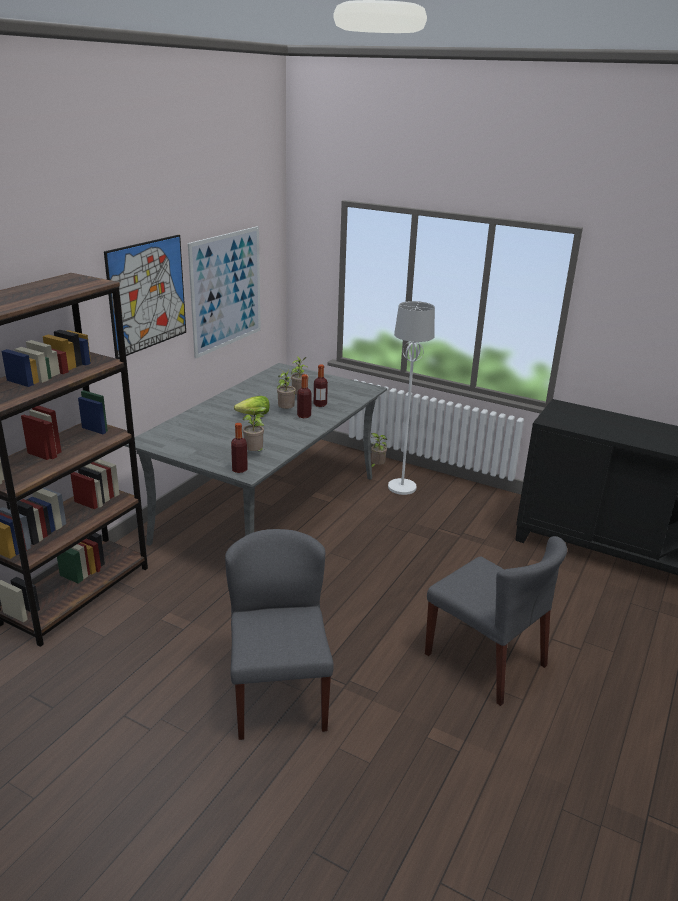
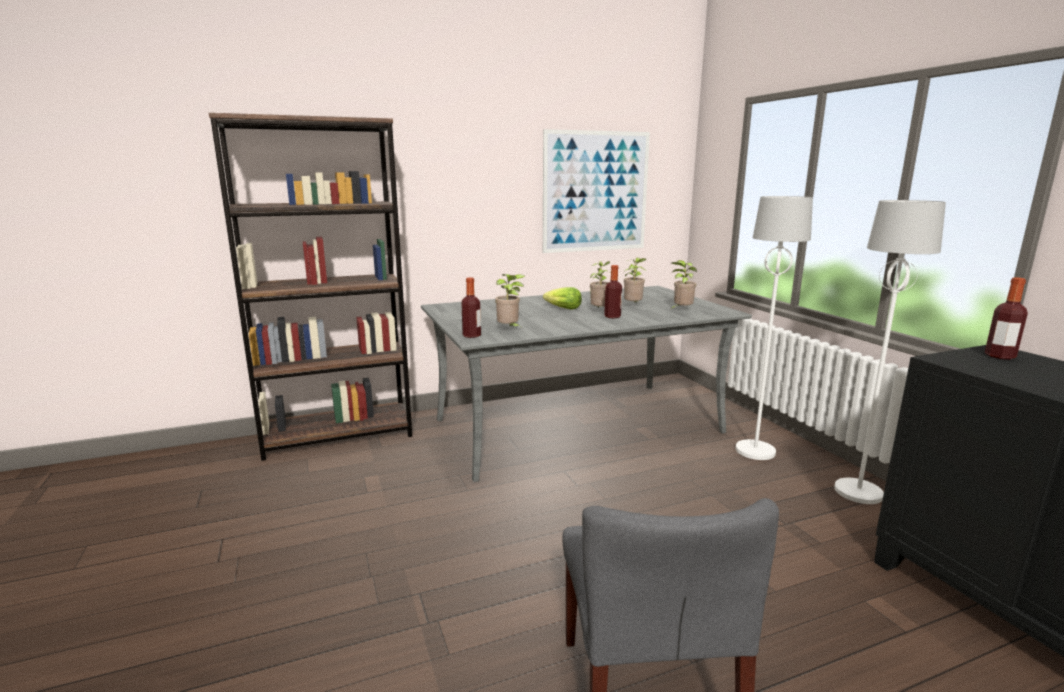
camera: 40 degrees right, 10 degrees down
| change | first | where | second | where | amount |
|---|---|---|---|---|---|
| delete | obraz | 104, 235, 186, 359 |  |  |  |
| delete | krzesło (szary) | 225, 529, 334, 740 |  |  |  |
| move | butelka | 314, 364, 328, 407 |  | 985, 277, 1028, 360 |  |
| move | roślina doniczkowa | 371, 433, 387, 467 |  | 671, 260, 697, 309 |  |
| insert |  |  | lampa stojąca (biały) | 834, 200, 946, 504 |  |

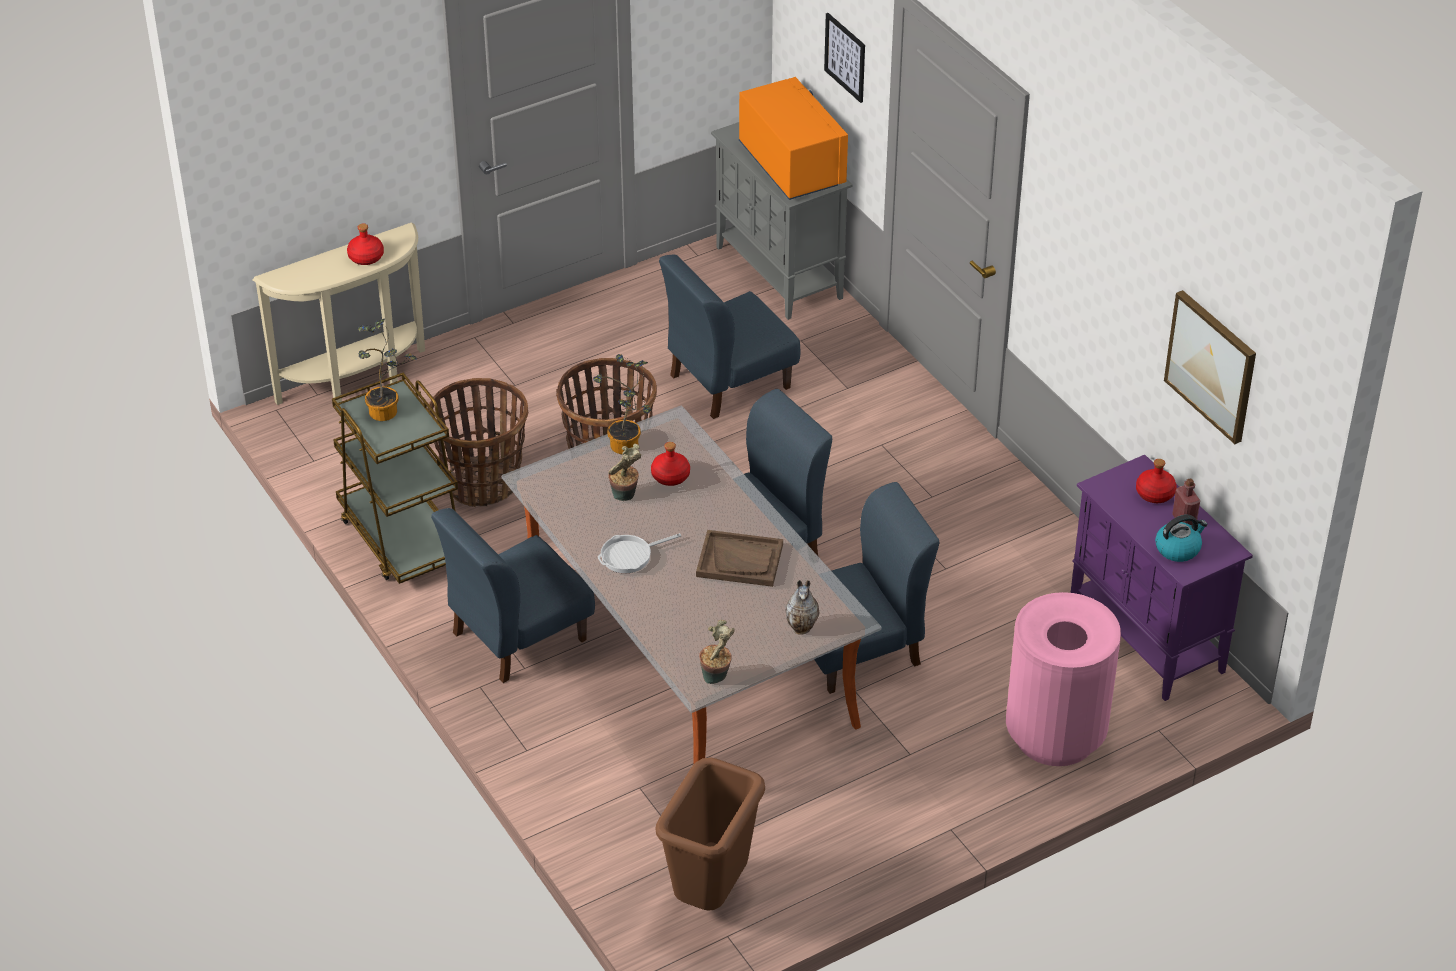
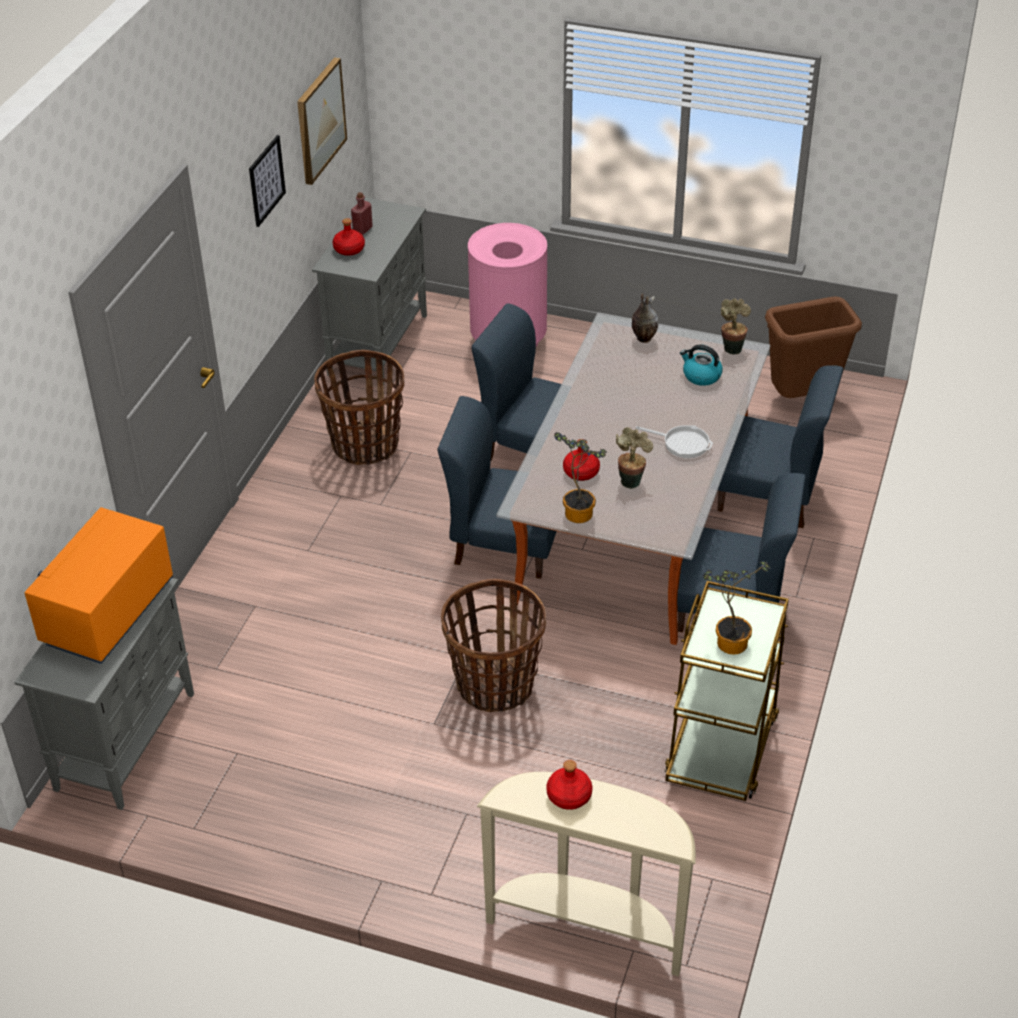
camera: 130 degrees left, 0 degrees up
| change | first | where | second | where | amount |
|---|---|---|---|---|---|
| move | koszyk | 428, 378, 529, 507 |  | 314, 350, 404, 465 |  |
| move | krzesło (niebieski) | 659, 254, 801, 419 |  | 717, 365, 844, 528 |  |
| delete | taca (brązowy) | 696, 530, 783, 587 |  |  |  |
| move | obraz | 824, 13, 865, 103 |  | 249, 135, 286, 227 |  |
| recolor | szafka (fioletowy) | 1071, 455, 1253, 701 | szafka (szary) | 312, 198, 427, 386 |  |
| move | czajnik | 1155, 515, 1207, 562 |  | 680, 344, 722, 386 |  |

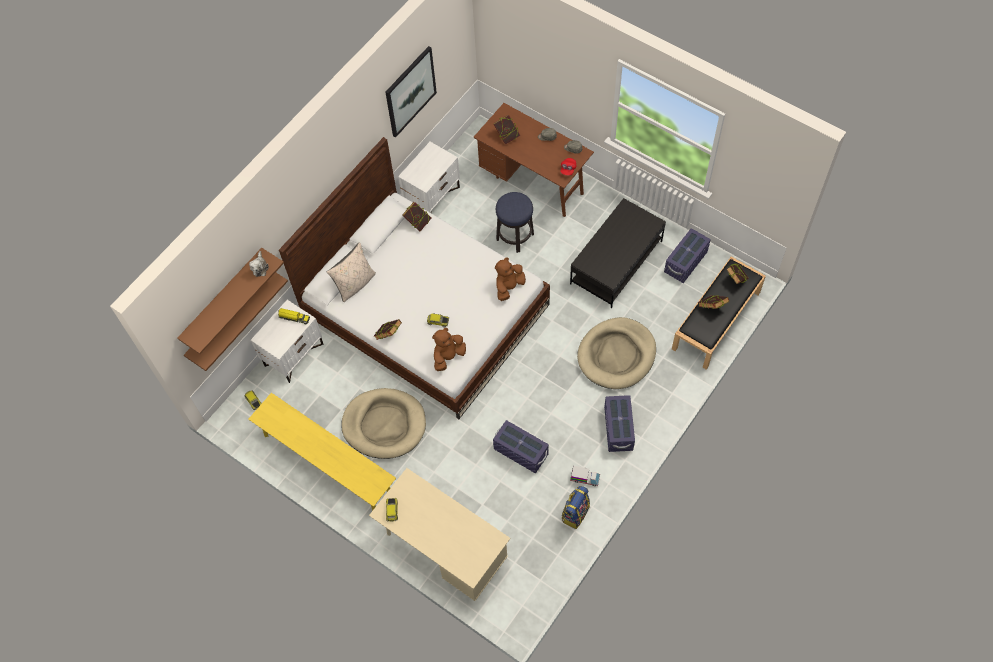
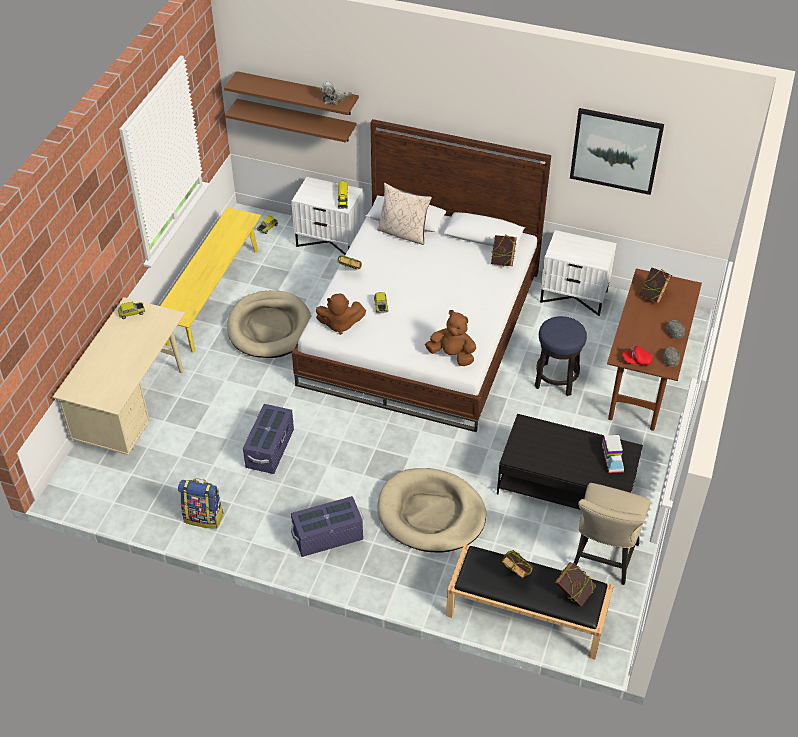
camera: 70 degrees right, 15 degrees down
| change | first | where | second | where | amount |
|---|---|---|---|---|---|
| rotate | pluszak (brązowy) | 432, 328, 466, 371 |  | 315, 294, 366, 335 | 150 degrees clockwise |
| move | ciężarówka zabawkowa | 570, 466, 600, 486 |  | 602, 435, 624, 473 |  |
| replace | pojemnik do przechowywania (fioletowy) | 664, 228, 711, 283 | krzesło (beżowy) | 573, 483, 650, 585 |  |

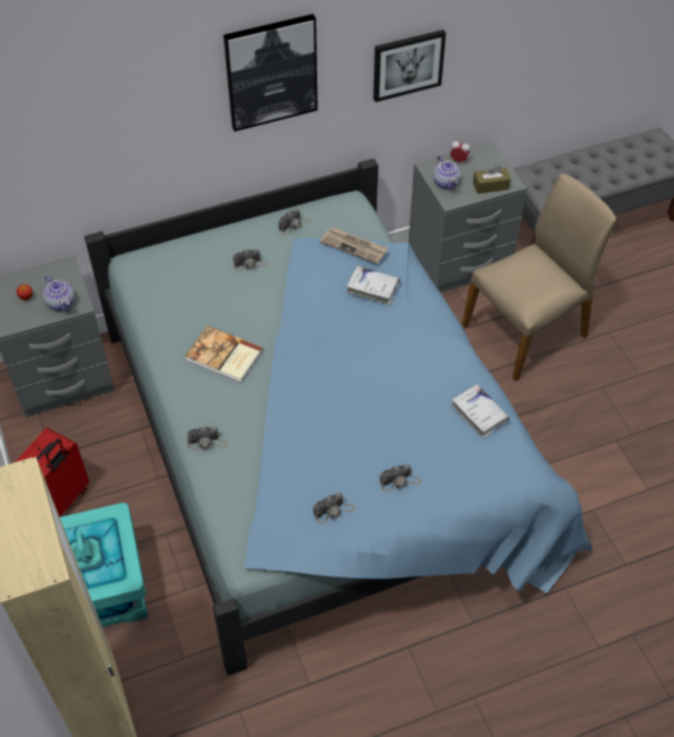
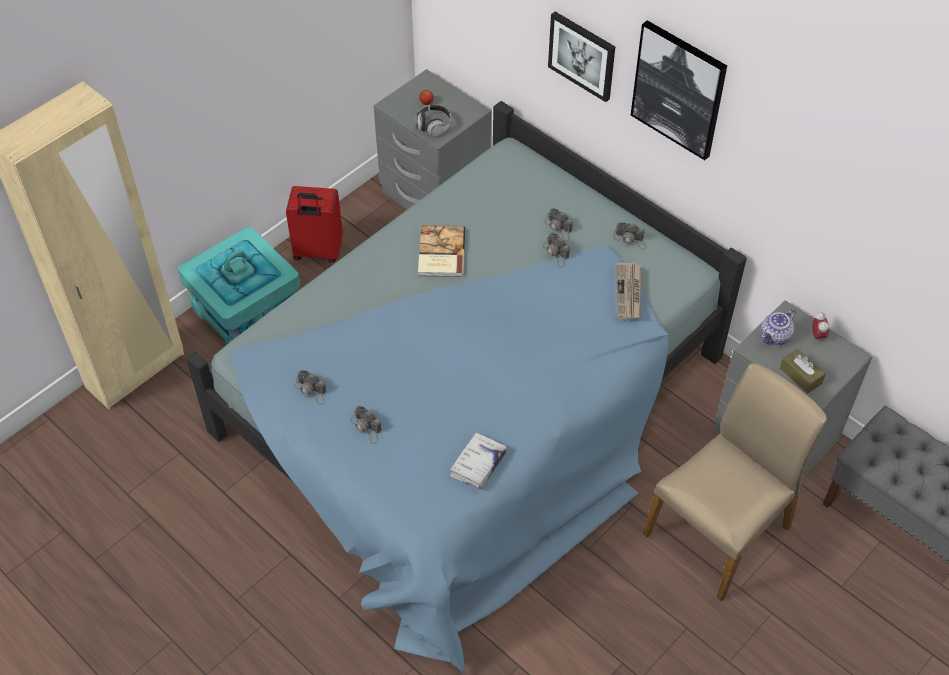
camera: 65 degrees right, 0 degrees up
| change | first | where | second | where | amount |
|---|---|---|---|---|---|
| replace | imbryk | 43, 275, 75, 311 | słuchawki | 416, 105, 451, 137 |  |
| move | aparat fotograficzny | 187, 426, 227, 450 |  | 543, 232, 570, 267 |  |
| delete | książka (biały) | 346, 266, 400, 305 |  |  |  |
| move | obraz | 373, 30, 446, 102 |  | 548, 12, 615, 102 |  |
| rotate | krzesło (beżowy) | 462, 174, 616, 381 |  | 643, 363, 827, 601 | 75 degrees counterclockwise |

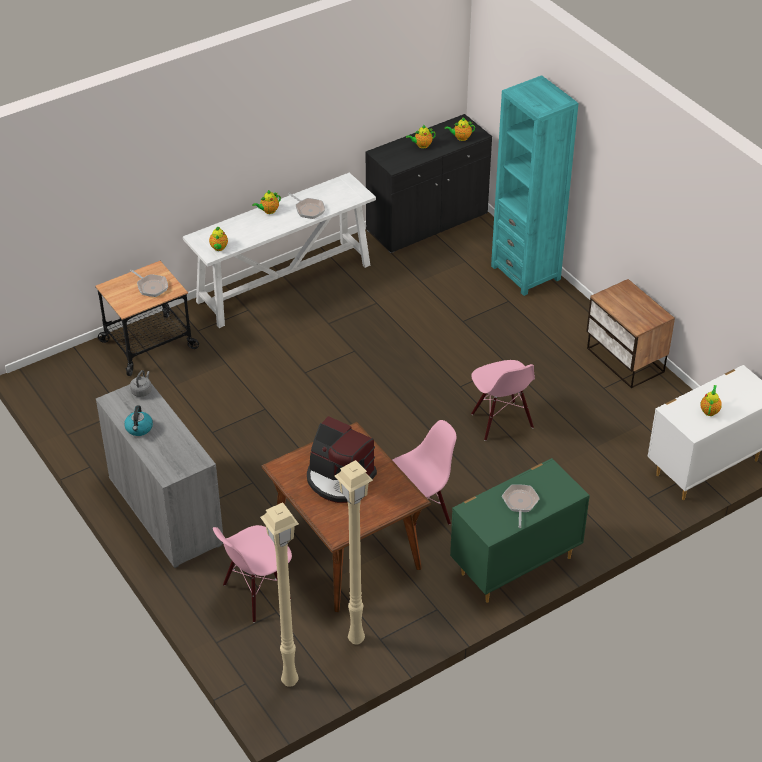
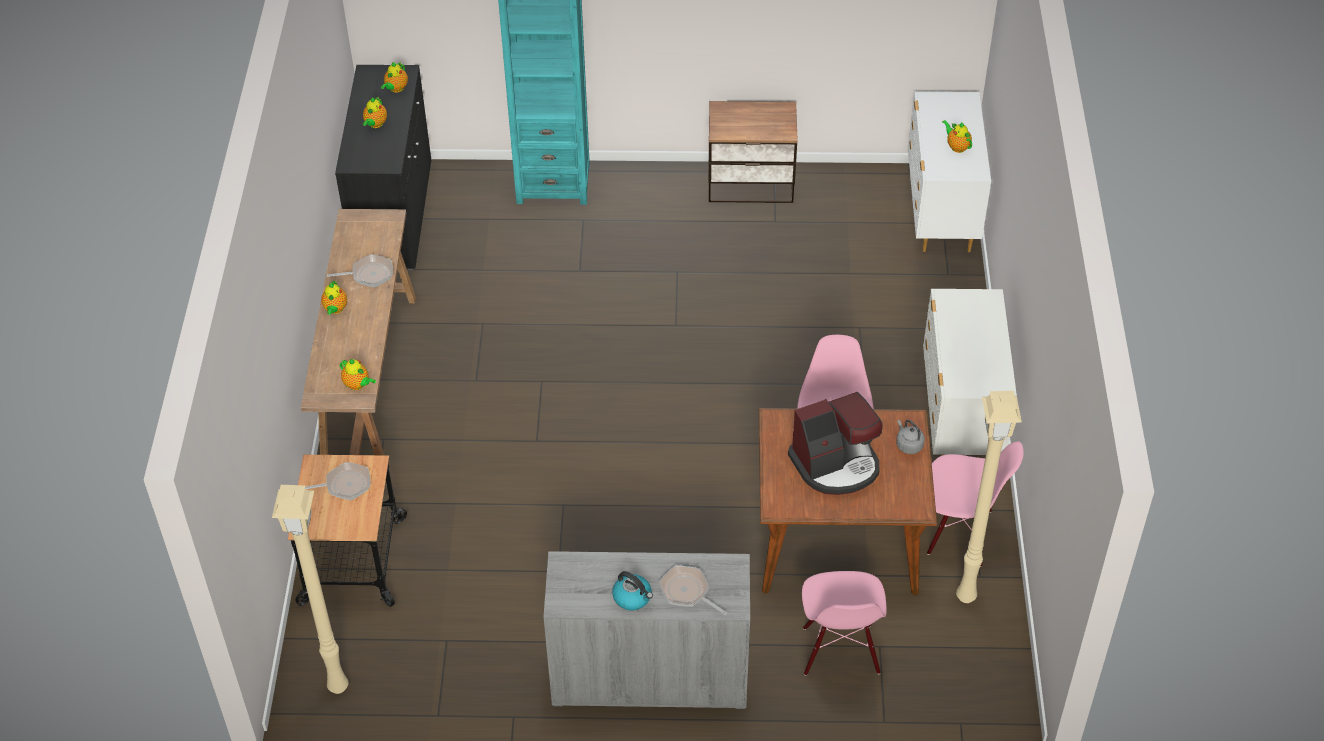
camera: 55 degrees left, 5 degrees up
| change | first | where | second | where | amount |
|---|---|---|---|---|---|
| move | czajnik (szary) | 130, 370, 152, 397 |  | 896, 420, 925, 454 |  |
| recolor | stolik konsolowy (biały) | 183, 172, 376, 328 | stolik konsolowy (brązowy) | 301, 209, 416, 473 |  |
| move | lampa stojąca (beżowy) | 260, 503, 299, 687 |  | 272, 485, 348, 694 |  |
| recolor | komoda (zielony) | 450, 458, 590, 603 | komoda (biały) | 923, 289, 1017, 456 |  |
| move | krzesło (różowy) | 471, 360, 535, 441 |  | 927, 441, 1024, 567 |  |
| move | patelnia | 502, 484, 540, 528 |  | 659, 566, 727, 615 |  |

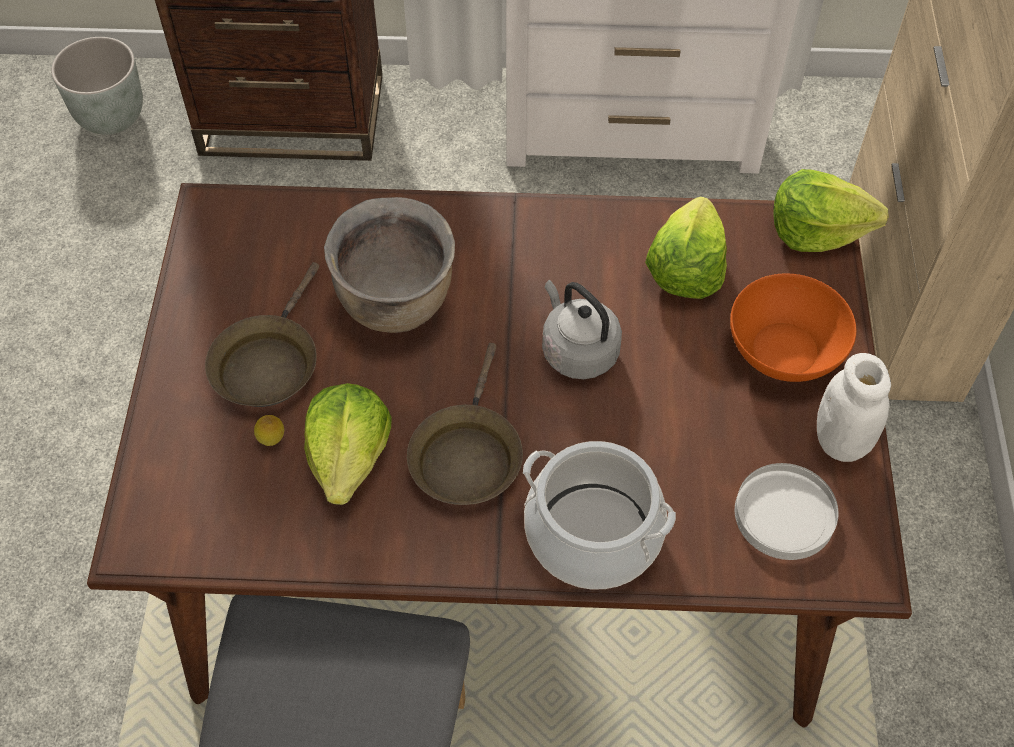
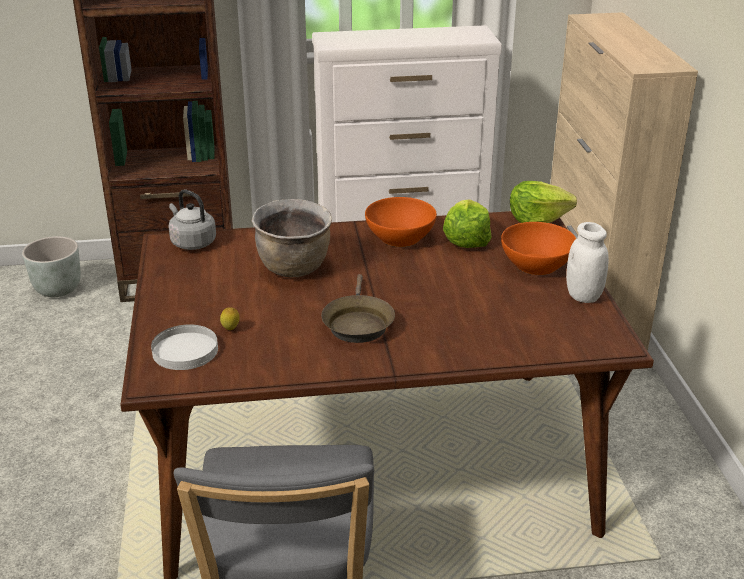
camera: 10 degrees left, 25 degrees down
| change | first | where | second | where | amount |
|---|---|---|---|---|---|
| delete | patelnia (brązowy) | 205, 262, 319, 407 |  |  |  |
| delete | sałata | 304, 383, 392, 505 |  |  |  |
| delete | garnek | 523, 441, 676, 589 |  |  |  |
| move | czajnik (szary) | 542, 280, 622, 379 |  | 168, 189, 216, 250 |  |
| move | talerz (biały) | 735, 463, 839, 560 |  | 151, 324, 218, 370 |  |
| insert |  |  | miska (pomarańczowy) | 365, 197, 437, 247 |  |

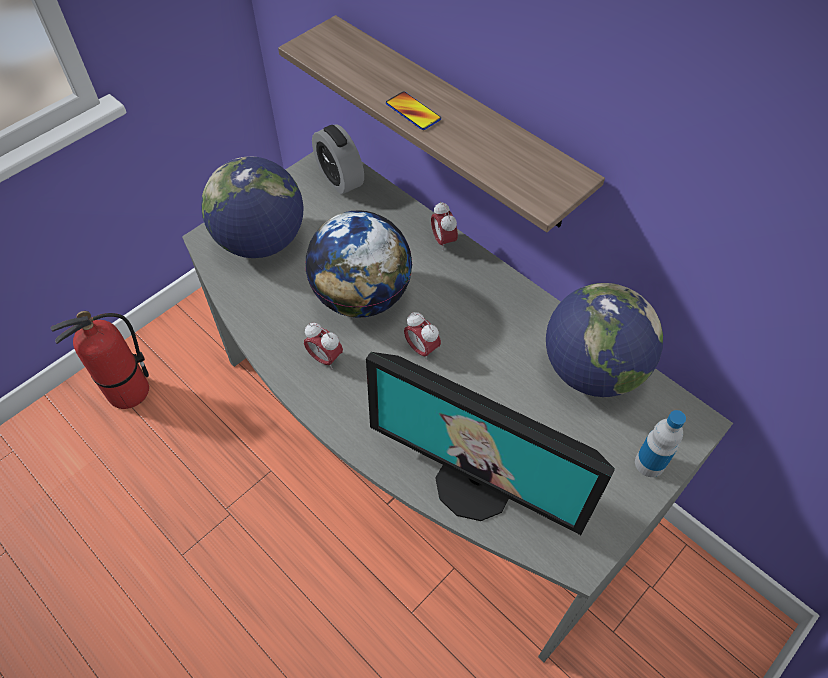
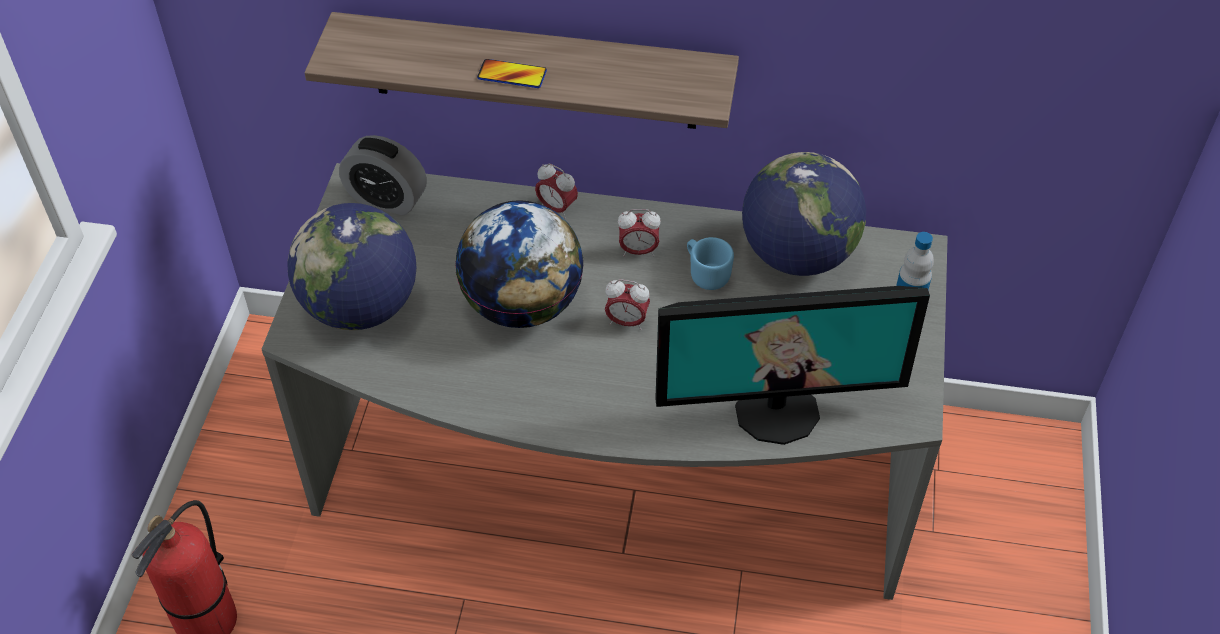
camera: 35 degrees left, 5 degrees down
| change | first | where | second | where | amount |
|---|---|---|---|---|---|
| move | budzik | 304, 323, 343, 369 |  | 618, 209, 661, 256 |  |
| insert |  |  | kubek (niebieski) | 687, 237, 734, 290 |  |

